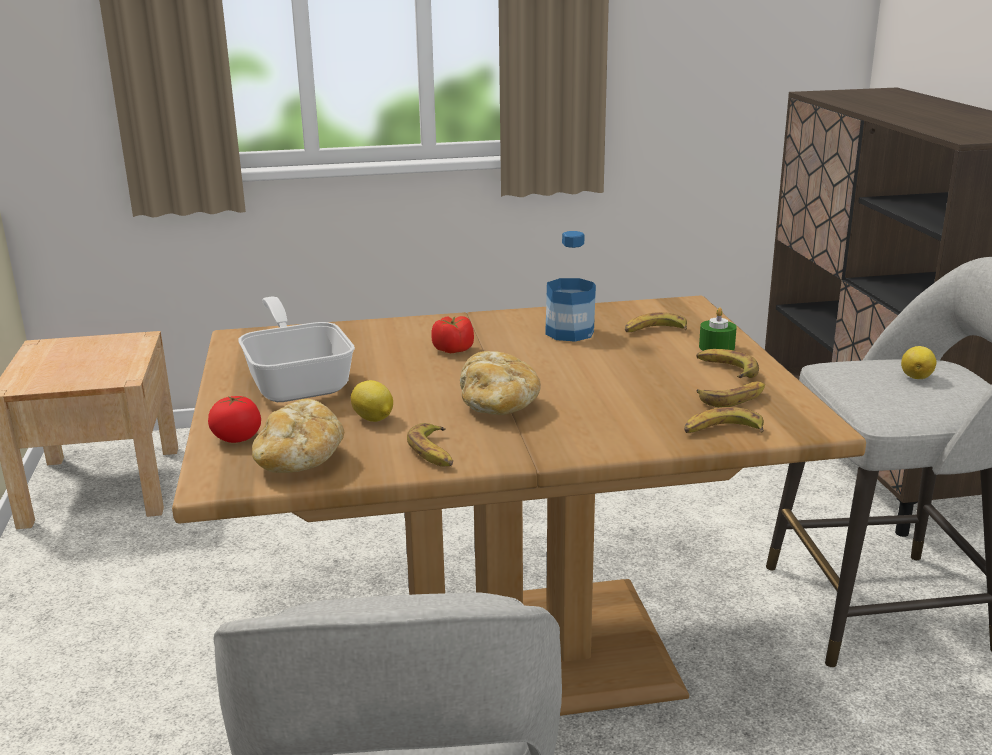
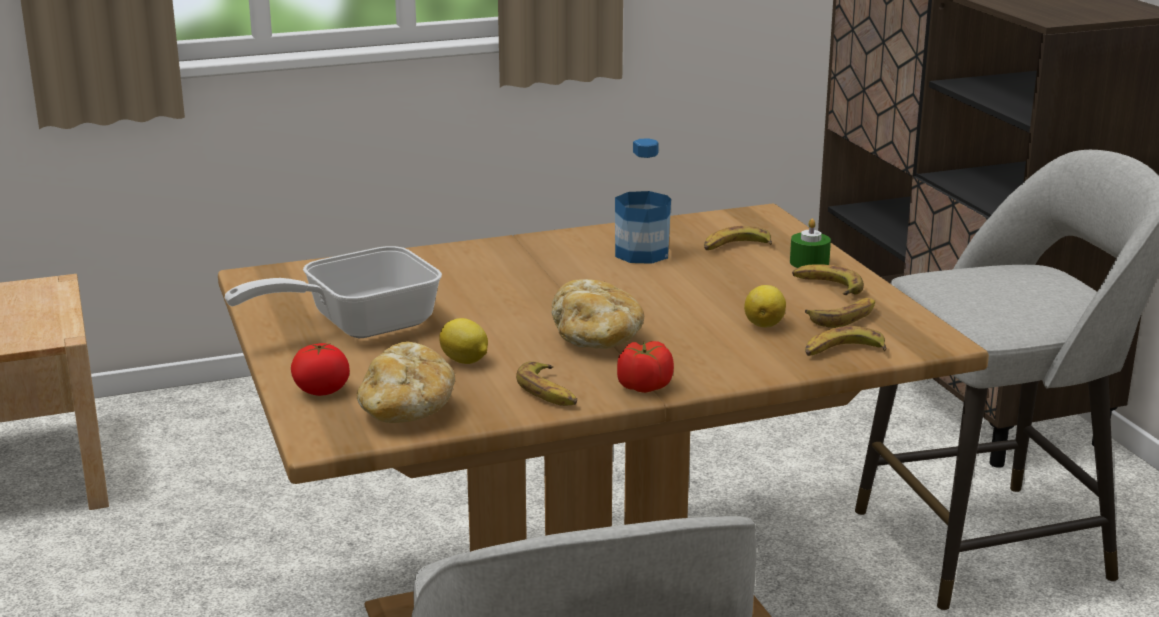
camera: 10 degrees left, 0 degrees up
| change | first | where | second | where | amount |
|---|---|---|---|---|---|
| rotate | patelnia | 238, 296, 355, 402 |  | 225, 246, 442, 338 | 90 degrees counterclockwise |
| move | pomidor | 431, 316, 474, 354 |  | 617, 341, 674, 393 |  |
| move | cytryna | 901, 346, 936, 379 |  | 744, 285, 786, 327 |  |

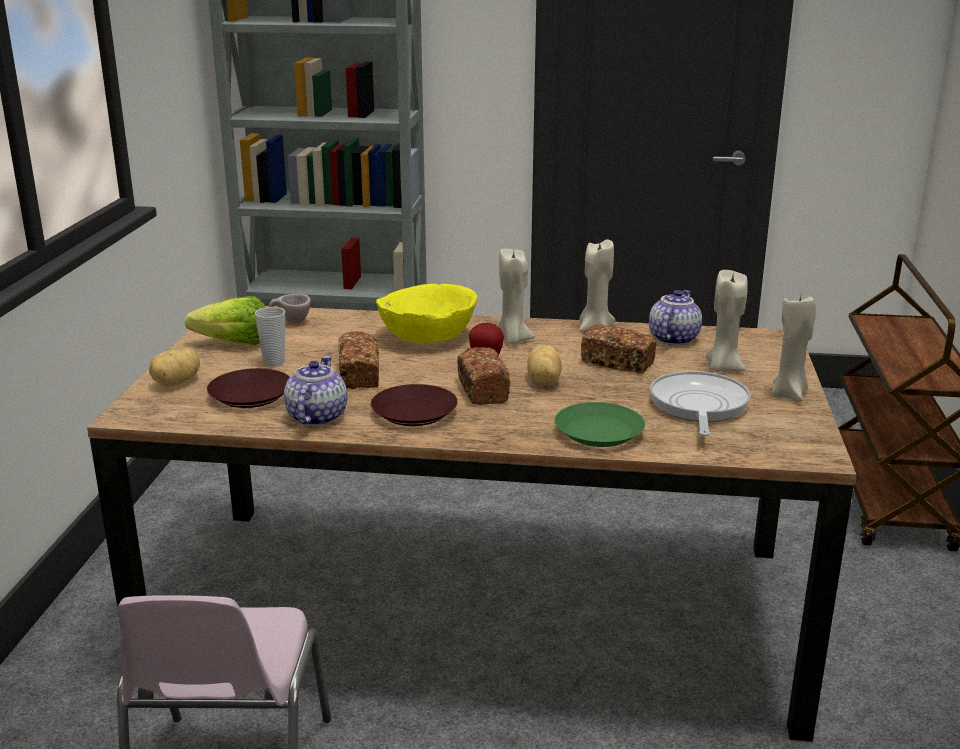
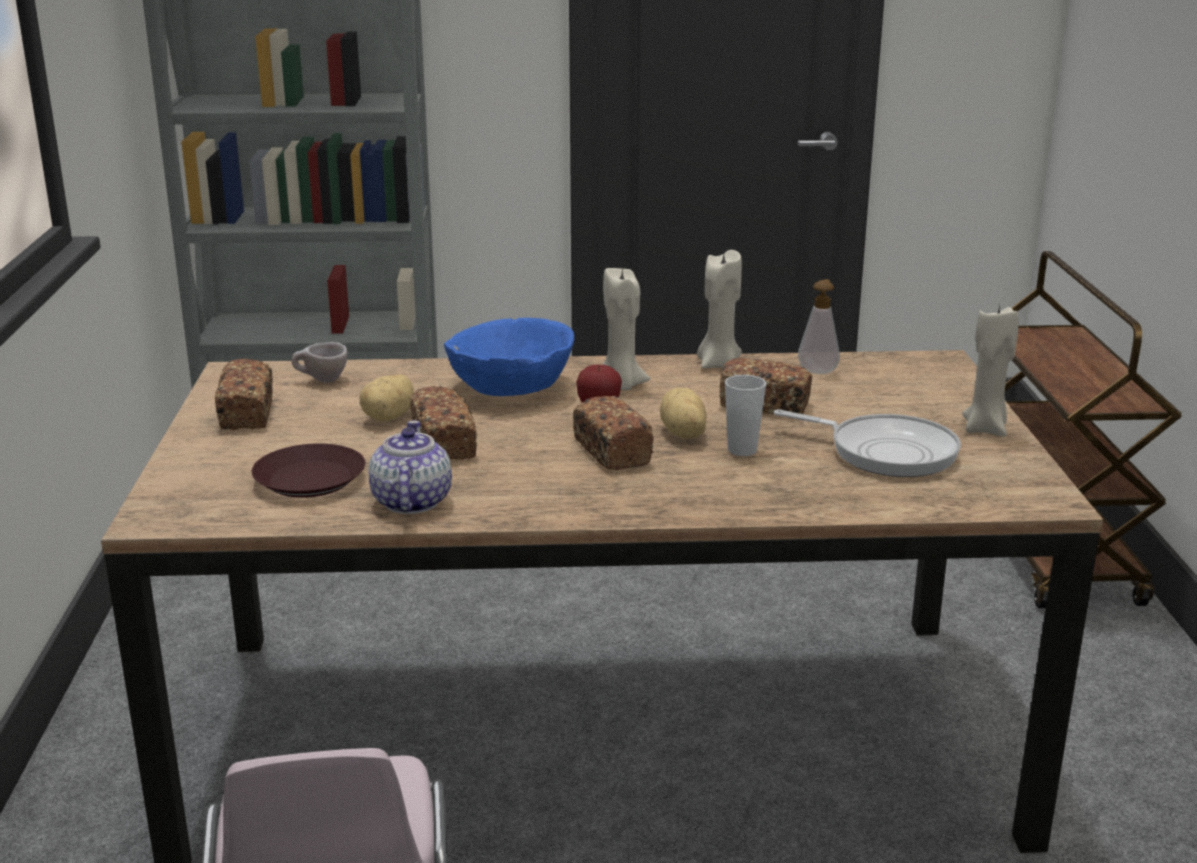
camera: 10 degrees left, 0 degrees up
| change | first | where | second | where | amount |
|---|---|---|---|---|---|
| move | ziemniak | 149, 349, 200, 386 |  | 360, 374, 414, 422 |  |
| replace | sałata | 185, 296, 265, 345 | chleb | 215, 358, 273, 430 |  |
| move | filiżanka | 255, 307, 285, 367 |  | 725, 375, 766, 456 |  |
| delete | talerz (brązowy) | 371, 384, 458, 426 |  |  |  |
| recolor | miska (żółty) | 376, 284, 477, 343 | miska (niebieski) | 444, 318, 574, 396 |  |
| delete | talerz (zielony) | 555, 402, 645, 447 |  |  |  |
| replace | imbryk | 649, 290, 702, 345 | dozownik mydła | 798, 279, 840, 374 |  |
| rotate | patelnia | 650, 371, 751, 436 |  | 774, 409, 961, 477 | 120 degrees clockwise |
| delete | świeca (beżowy) | 705, 270, 748, 372 |  |  |  |

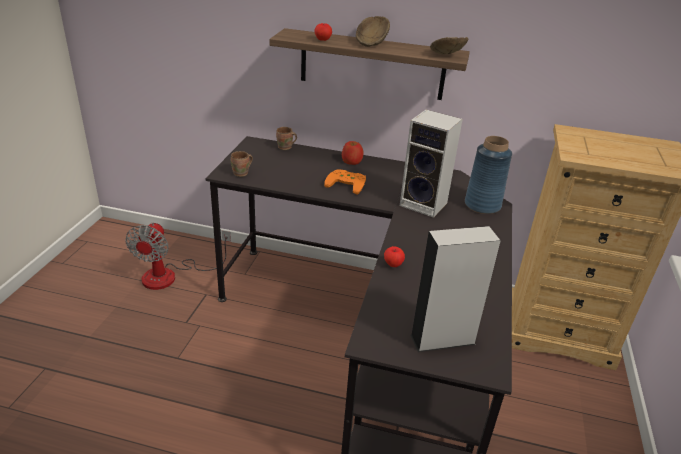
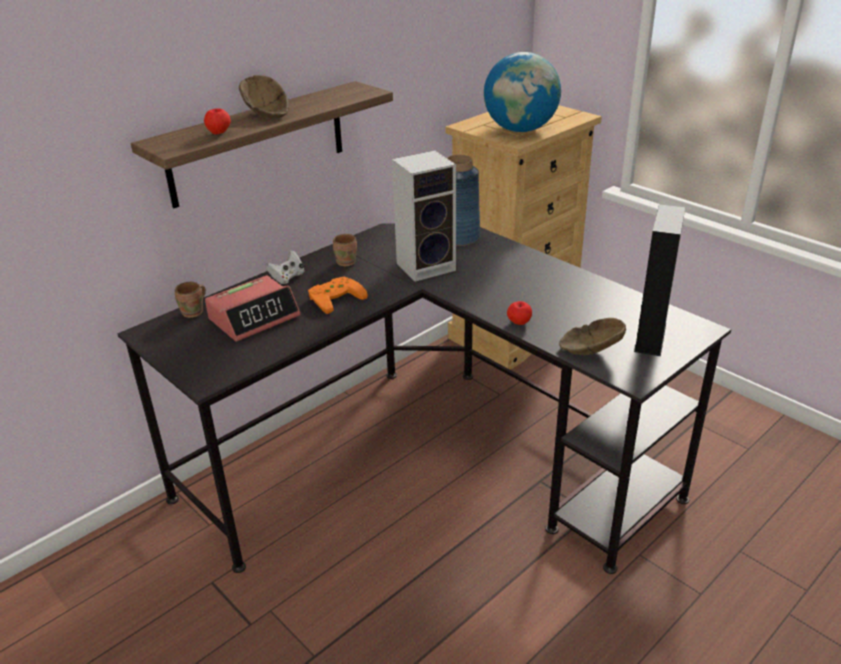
camera: 55 degrees left, 0 degrees up
| change | first | where | second | where | amount |
|---|---|---|---|---|---|
| delete | wentylator | 125, 222, 231, 290 |  |  |  |
| move | kubek (brązowy) | 231, 151, 253, 177 |  | 333, 234, 357, 266 |  |
| replace | jabłko | 342, 141, 364, 165 | pad do gier (biały) | 265, 250, 304, 284 |  |
| move | miska (brązowy) | 430, 37, 468, 54 |  | 559, 318, 626, 355 |  |
| insert |  |  | budzik | 205, 275, 300, 342 |  |
| insert |  |  | globus | 484, 52, 561, 132 |  |

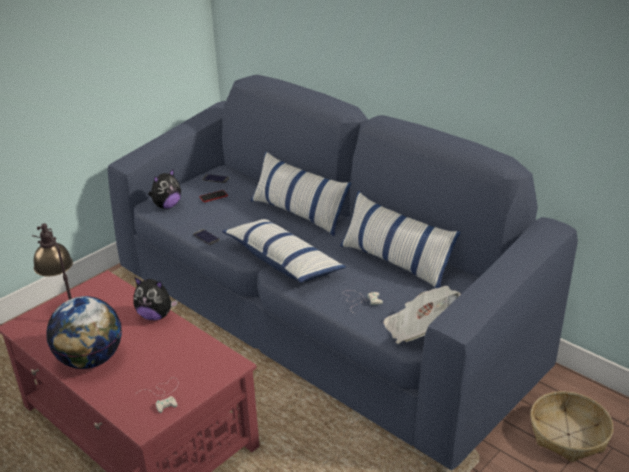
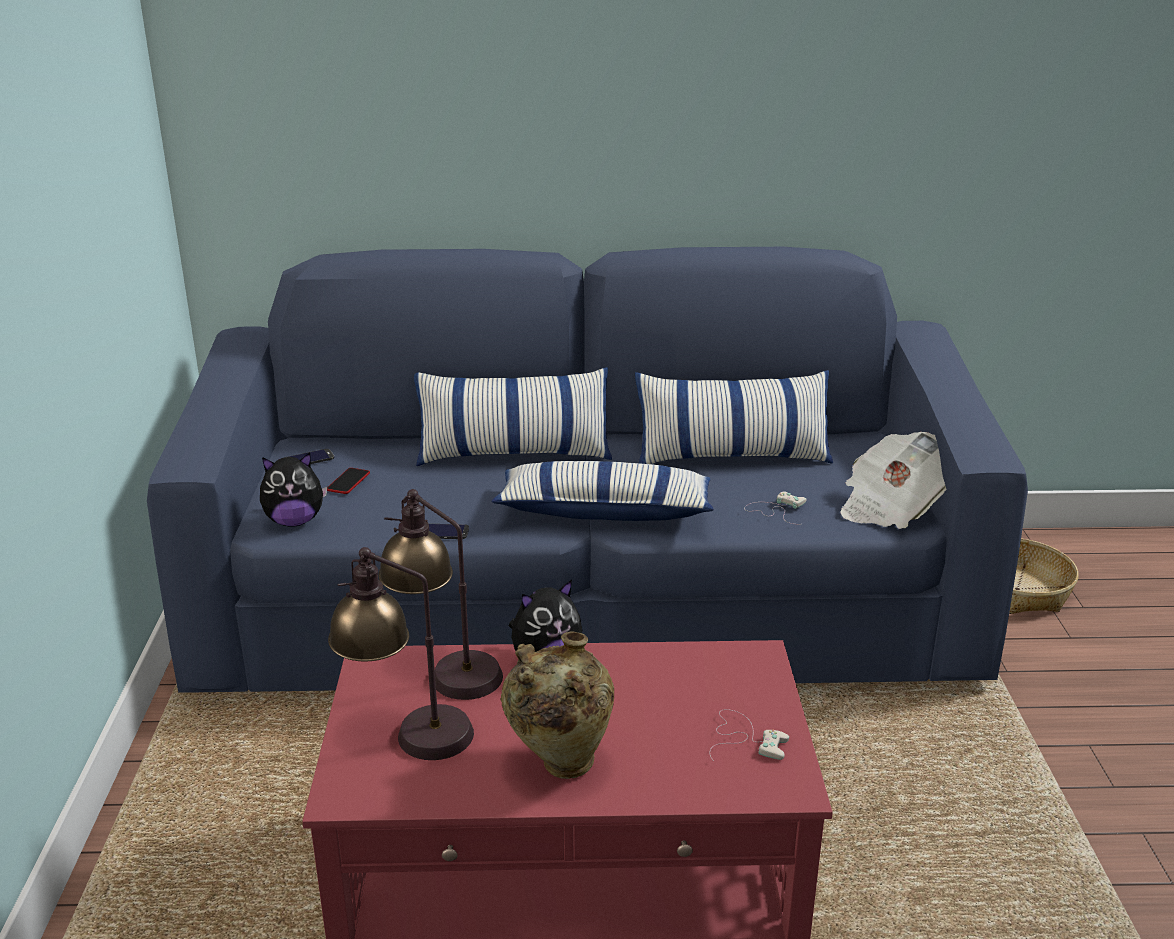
camera: 45 degrees left, 5 degrees down
| change | first | where | second | where | amount |
|---|---|---|---|---|---|
| replace | globus | 46, 296, 122, 369 | wazon (beżowy) | 500, 632, 614, 779 |  |
| rotate | pluszak | 148, 168, 181, 209 |  | 260, 453, 327, 527 | 75 degrees clockwise |
| insert |  |  | lampa stołowa | 378, 489, 503, 700 |  |

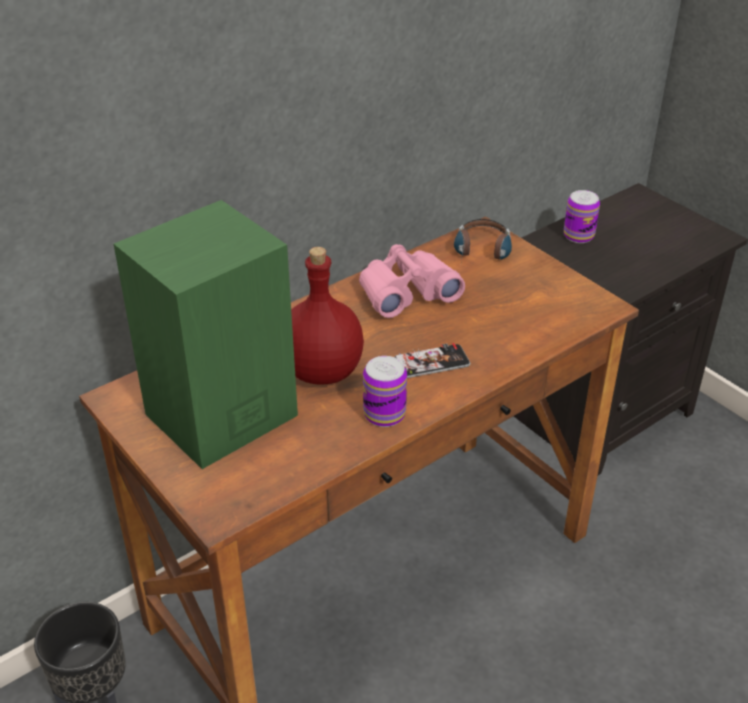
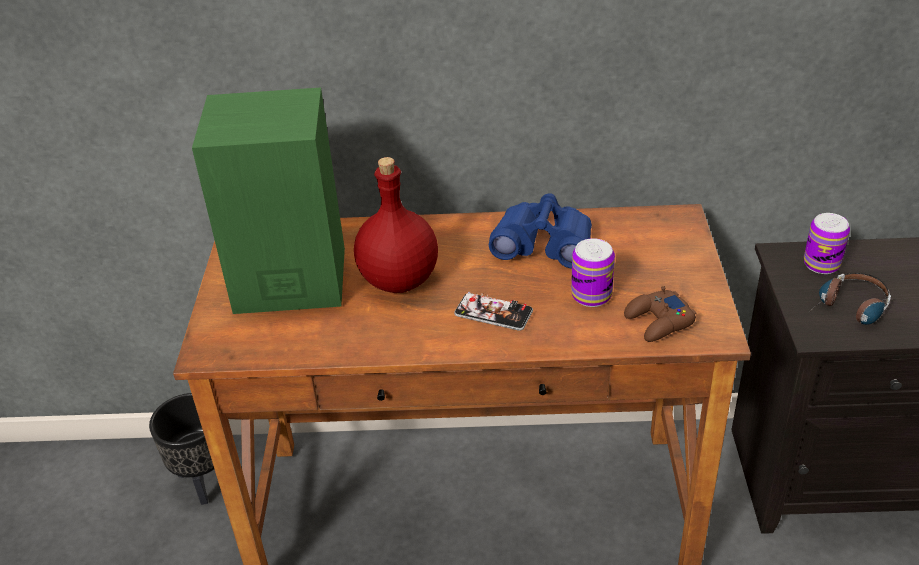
camera: 40 degrees right, 0 degrees up
| change | first | where | second | where | amount |
|---|---|---|---|---|---|
| recolor | lornetka (różowy) | 359, 244, 465, 318 | lornetka (niebieski) | 489, 193, 592, 269 |  |
| move | puszka | 363, 356, 407, 427 |  | 571, 238, 615, 307 |  |
| move | słuchawki | 454, 219, 512, 261 |  | 808, 273, 891, 325 |  |
| insert |  |  | pad do gier (brązowy) | 624, 286, 696, 342 |  |

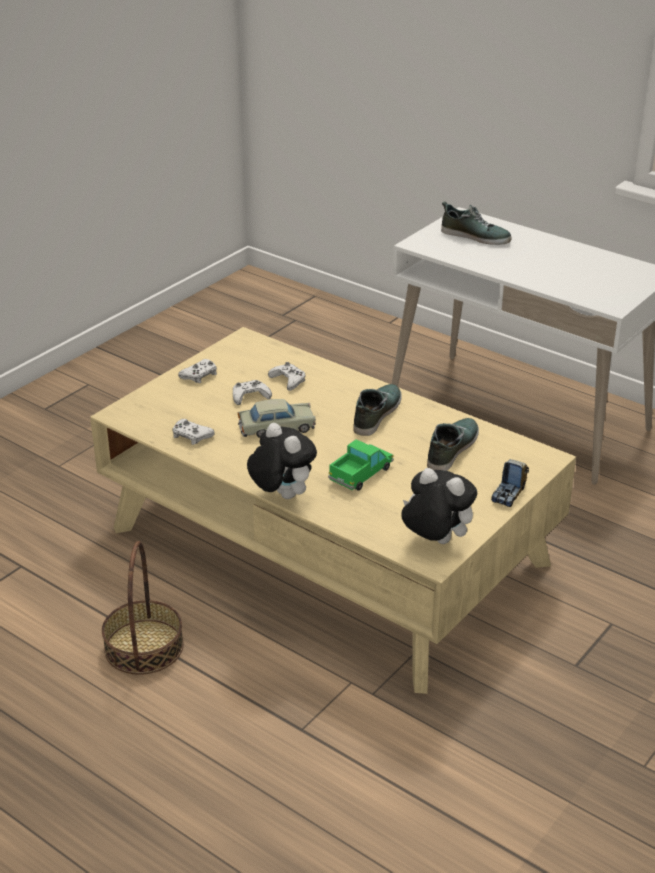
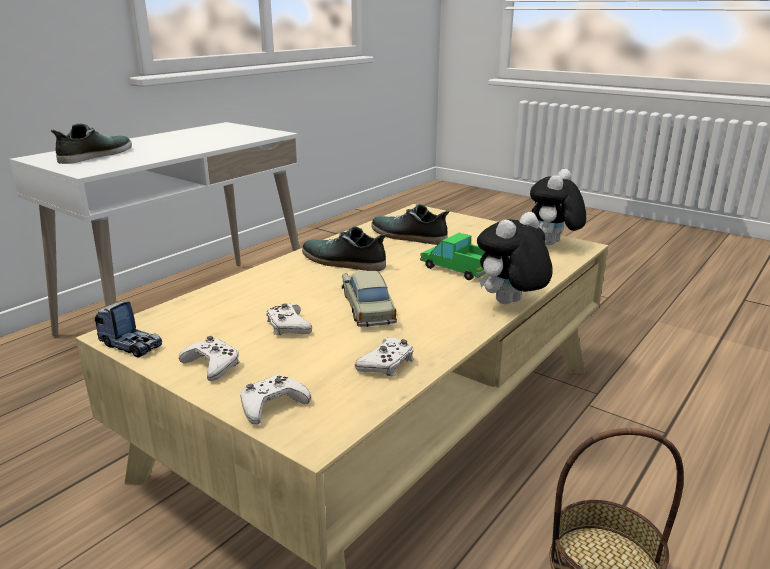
camera: 90 degrees left, 10 degrees down
| change | first | where | second | where | amount |
|---|---|---|---|---|---|
| move | pad do gier (biały) | 268, 362, 305, 391 |  | 240, 375, 311, 425 |  |
| move | ciężarówka zabawkowa | 491, 459, 529, 507 |  | 95, 301, 162, 358 |  |

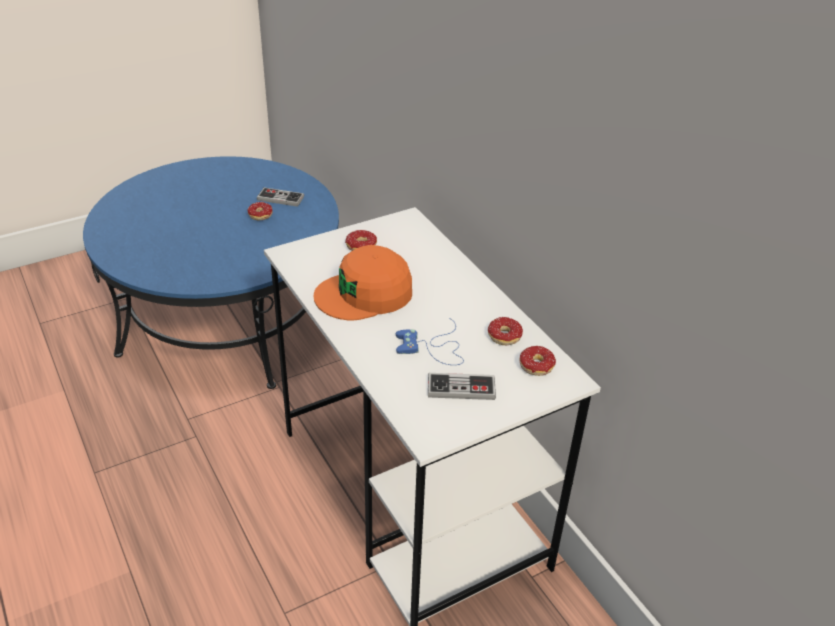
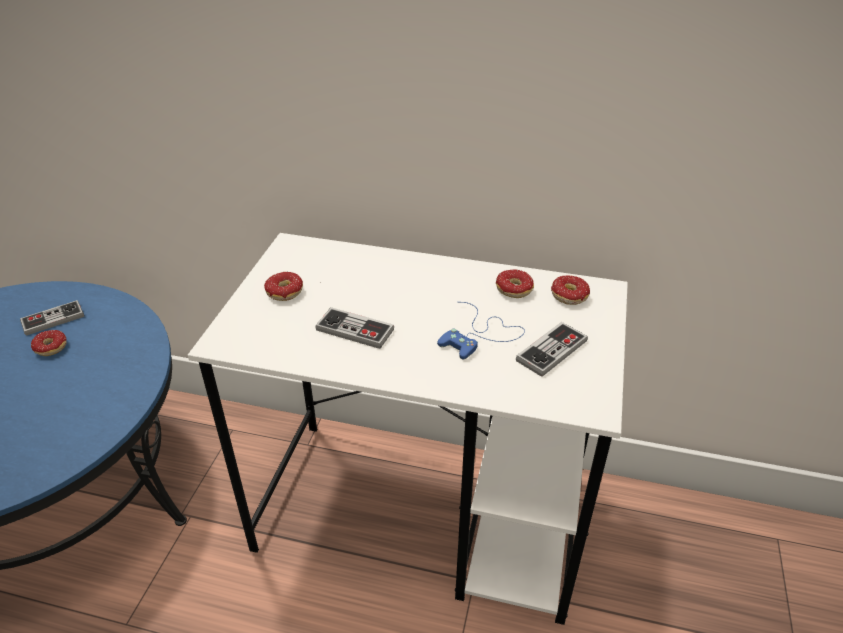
camera: 45 degrees left, 0 degrees up
| change | first | where | second | where | amount |
|---|---|---|---|---|---|
| replace | czapka z daszkiem (pomarańczowy) | 314, 245, 412, 321 | pad do gier | 315, 307, 394, 349 |  |

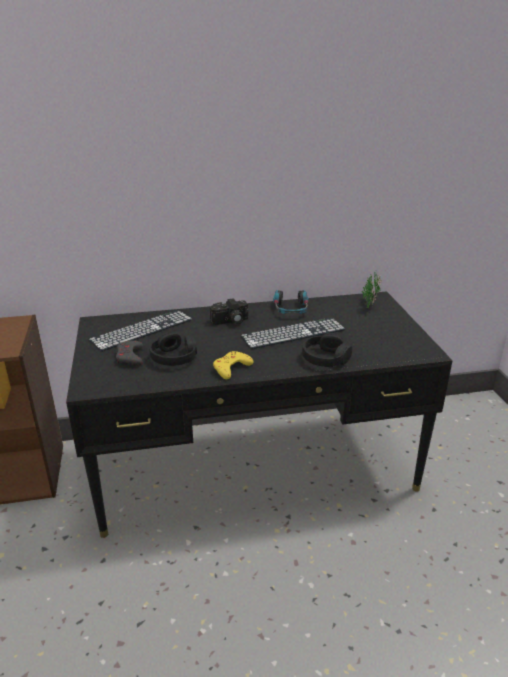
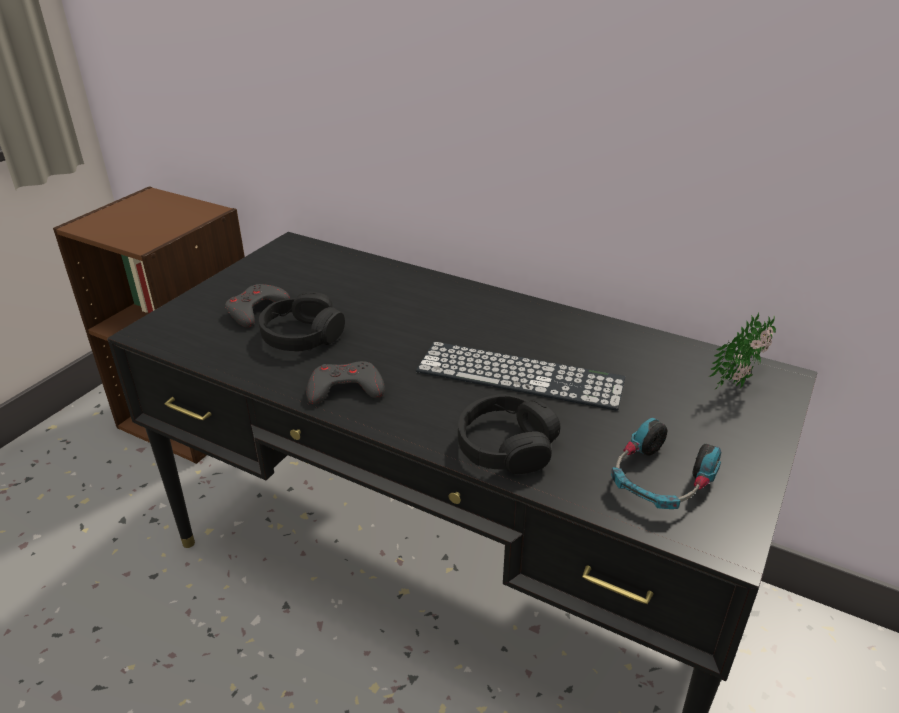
camera: 40 degrees right, 5 degrees up
| change | first | where | second | where | amount |
|---|---|---|---|---|---|
| delete | klawiatura | 88, 310, 192, 352 |  |  |  |
| delete | aparat fotograficzny | 210, 298, 248, 325 |  |  |  |
| recolor | pad do gier (żółty) | 213, 351, 253, 379 | pad do gier (szary) | 306, 361, 385, 404 |  |
| move | słuchawki | 273, 290, 309, 314 |  | 611, 418, 721, 509 |  |

